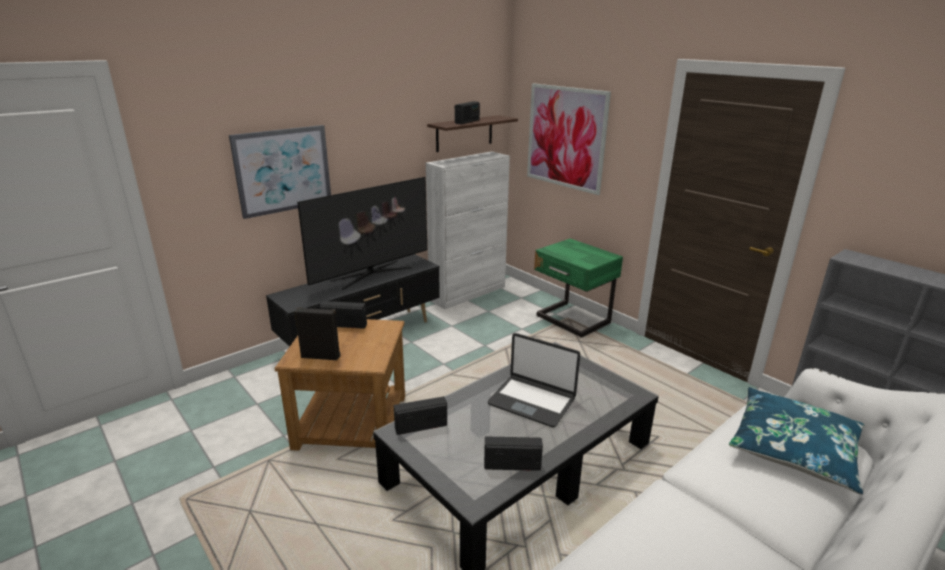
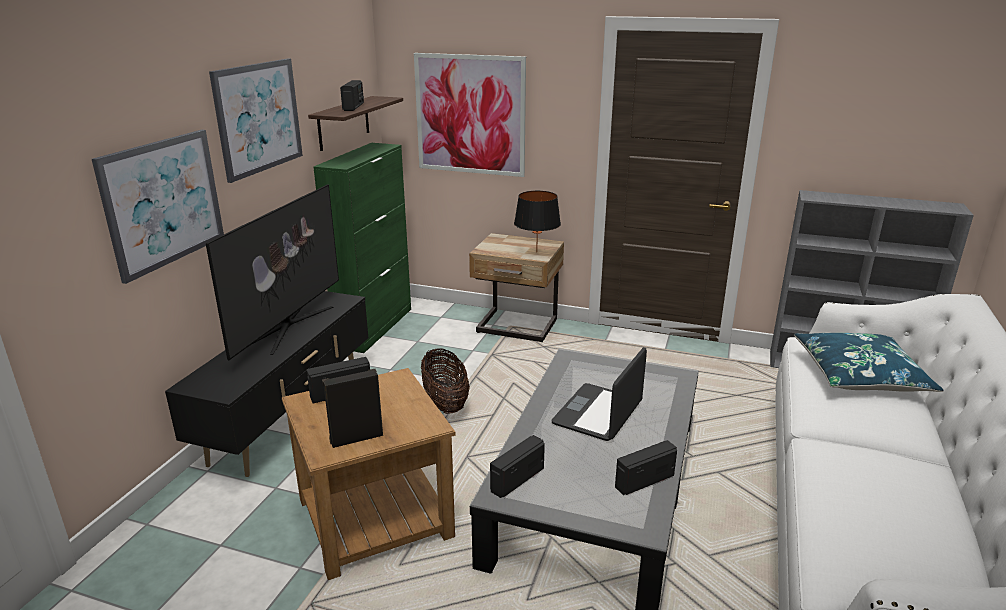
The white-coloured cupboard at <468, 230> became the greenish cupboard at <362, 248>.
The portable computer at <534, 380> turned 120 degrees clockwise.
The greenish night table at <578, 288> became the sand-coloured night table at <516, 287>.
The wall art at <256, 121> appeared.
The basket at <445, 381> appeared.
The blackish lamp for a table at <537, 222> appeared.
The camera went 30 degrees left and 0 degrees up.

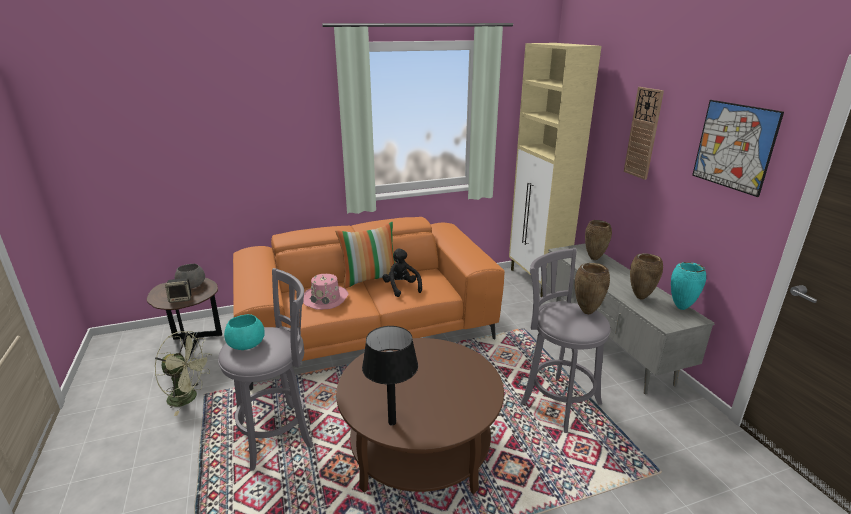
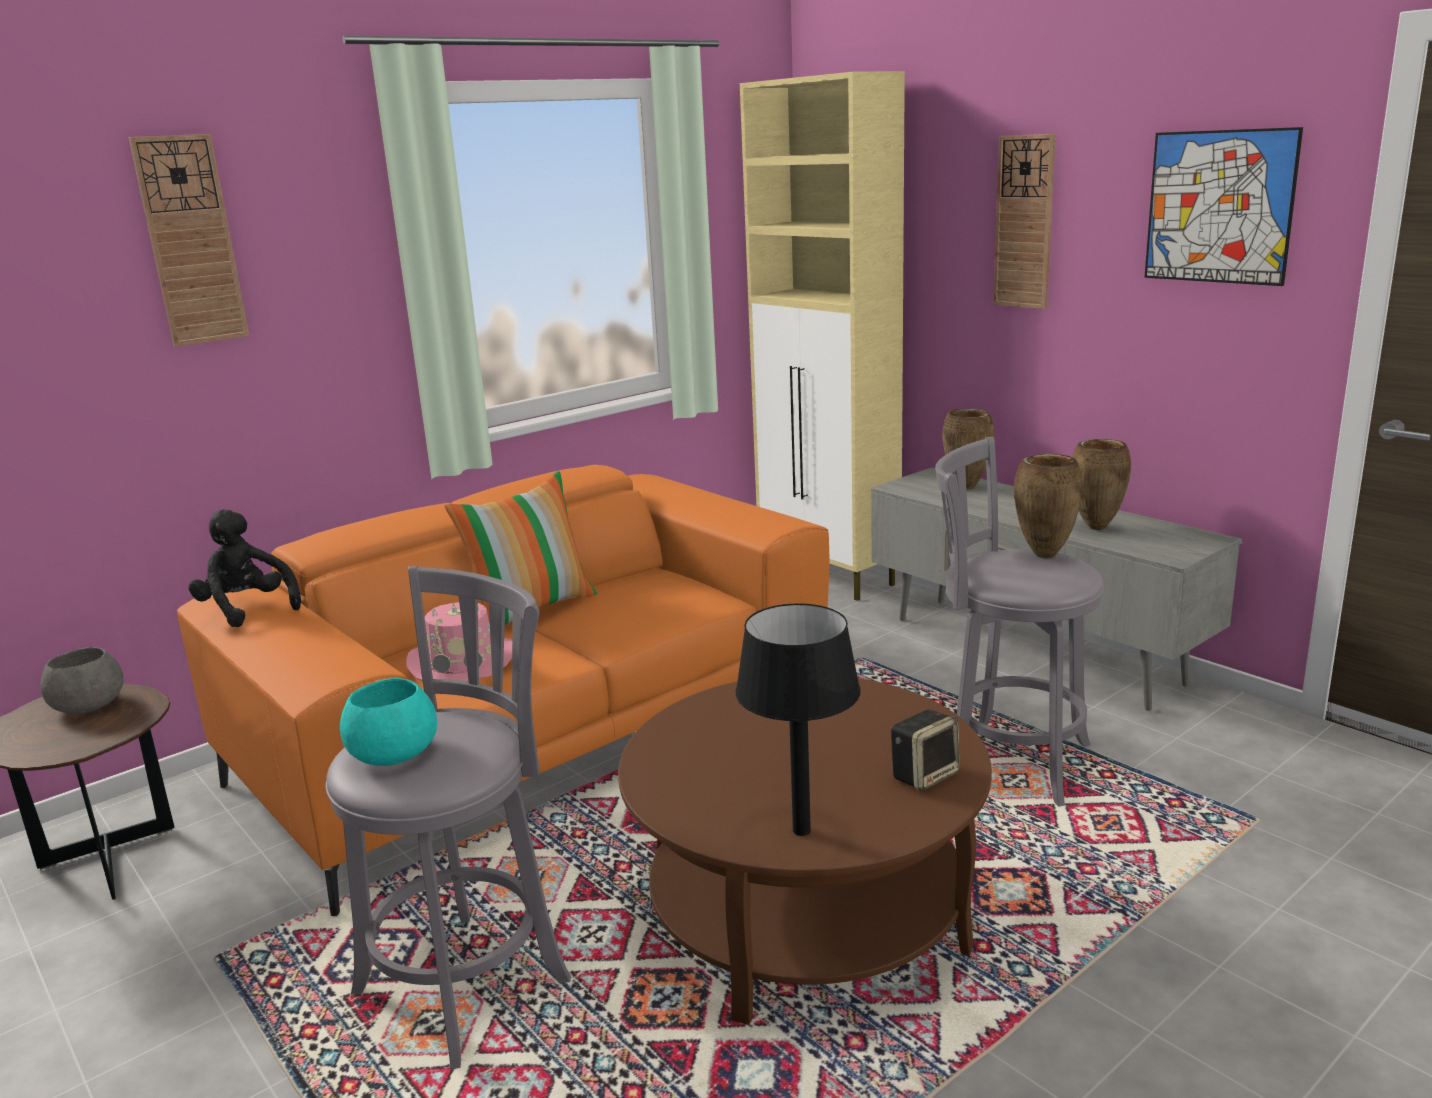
The greenish electric fan at <183, 373> disappeared.
The speaker moved from <178, 290> to <925, 750>.
The blackish plush toy moved from <402, 272> to <245, 568>.
The turquoise-coloured flower vase at <688, 286> disappeared.
The wall clock at <189, 240> appeared.
The camera went 20 degrees left and 5 degrees down.

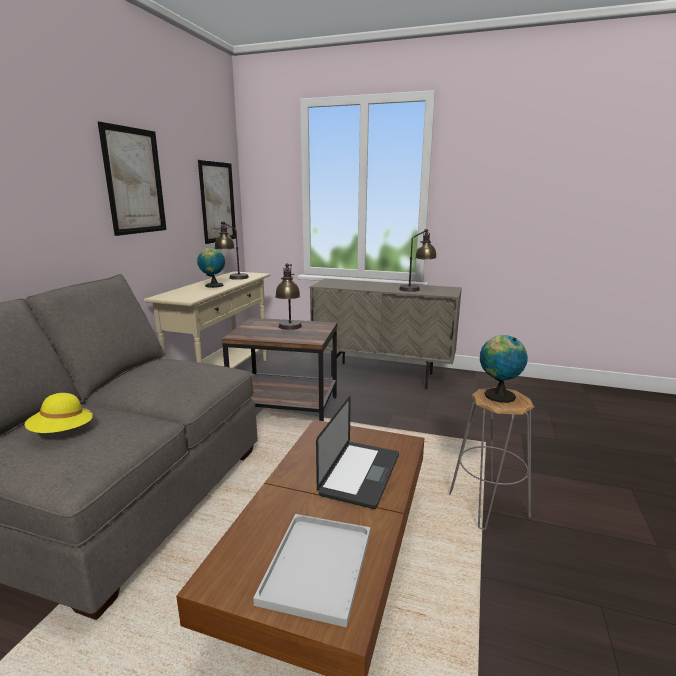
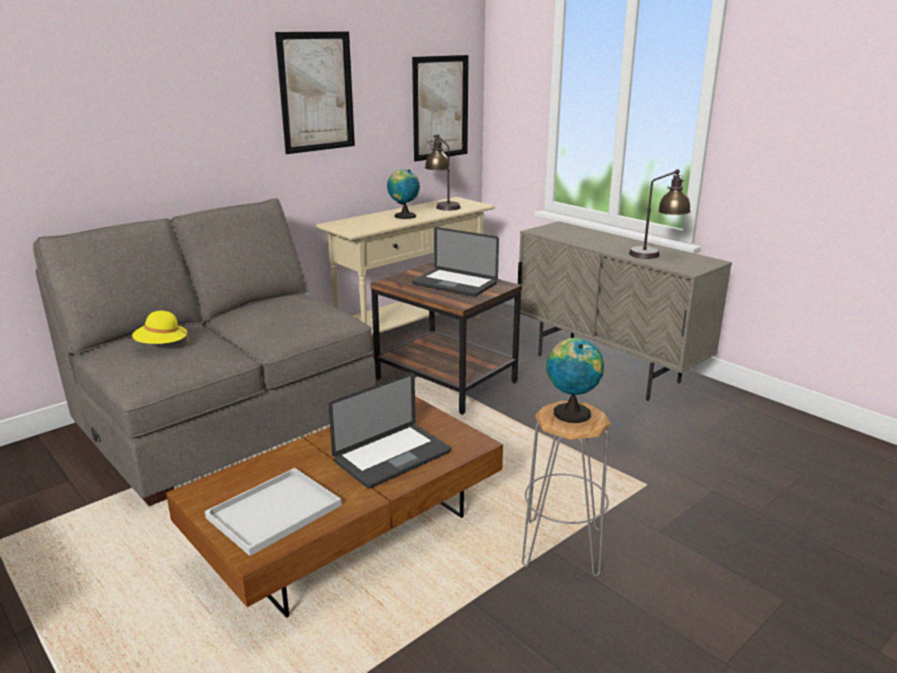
The lamp for a table at <288, 296> was replaced by the portable computer at <455, 262>.
The camera went 30 degrees right and 5 degrees up.

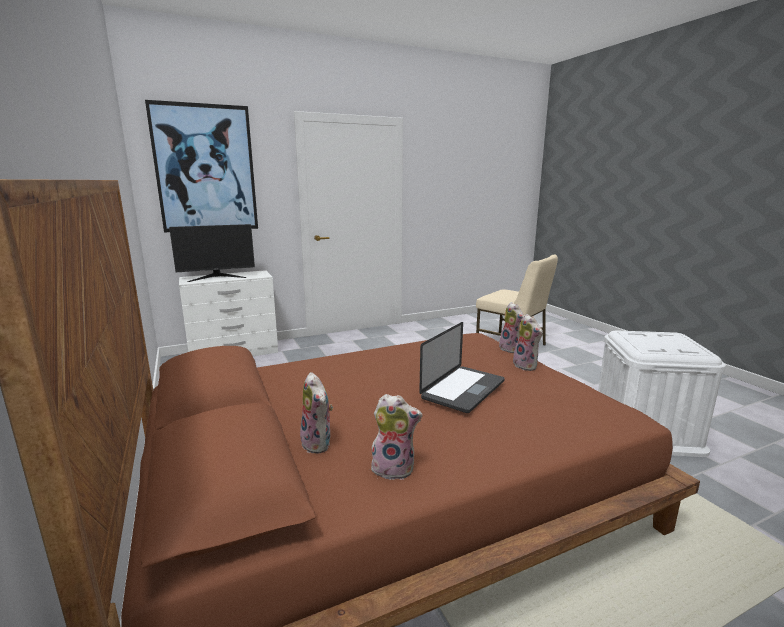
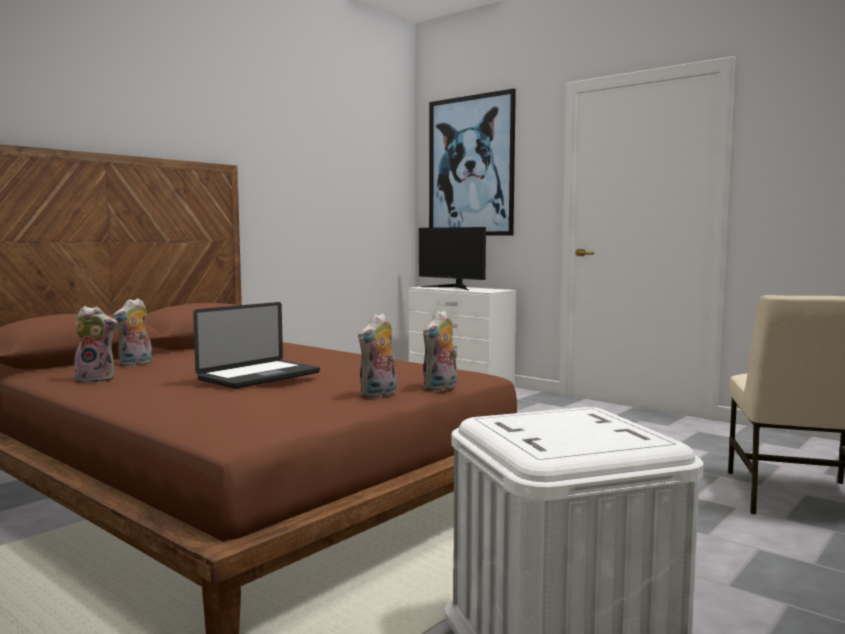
The plush toy at <396, 437> turned 75 degrees counterclockwise.
The portable computer at <462, 367> turned 60 degrees counterclockwise.
The camera went 65 degrees right and 10 degrees down.

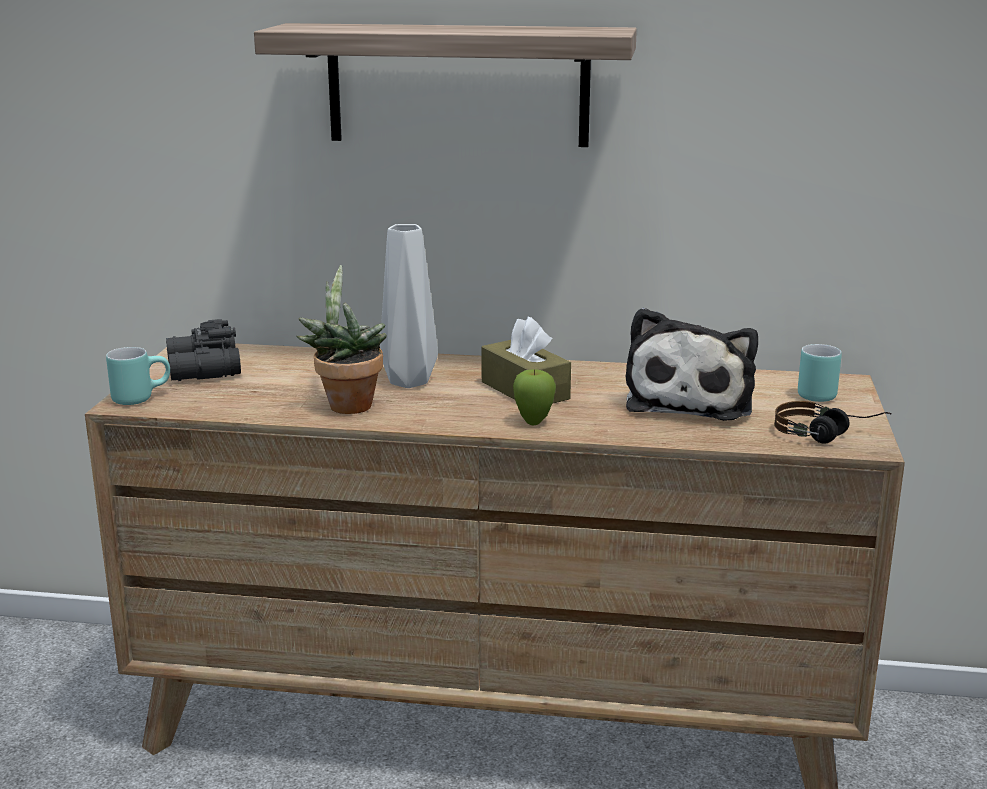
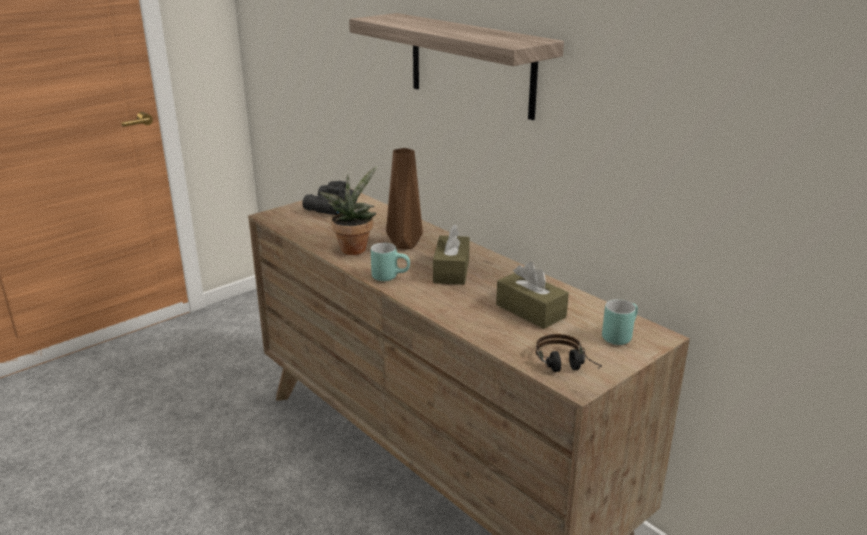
The turquoise-coloured mug moved from <138, 376> to <390, 262>.
The greyish flower vase at <409, 306> became the brown-coloured flower vase at <404, 198>.
The apple at <534, 397> disappeared.
The plush toy at <692, 364> was replaced by the brown-coloured tissue box at <532, 295>.
The camera went 40 degrees right and 5 degrees up.

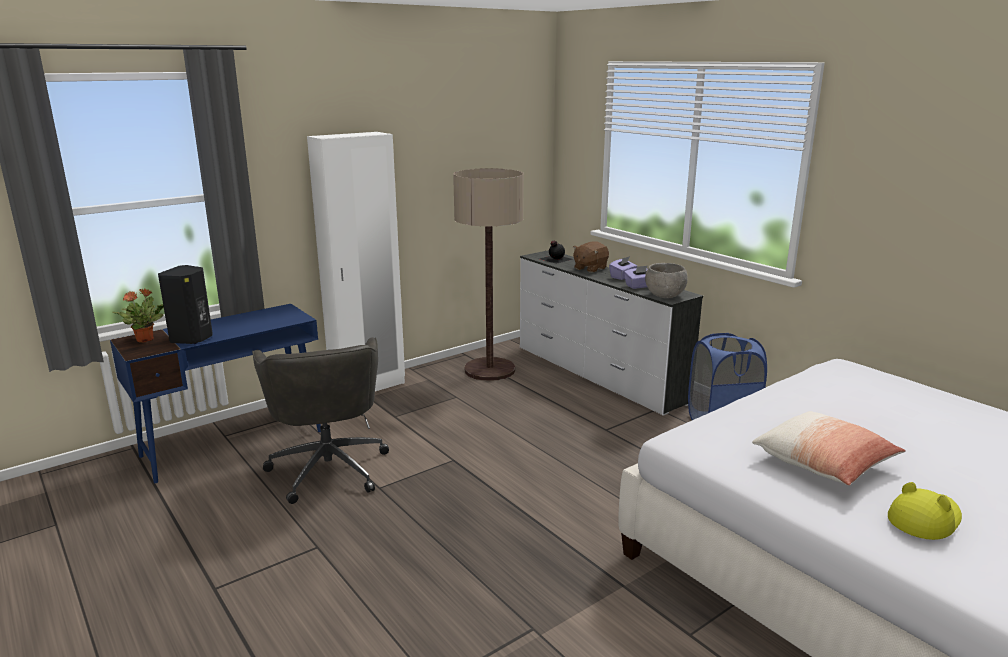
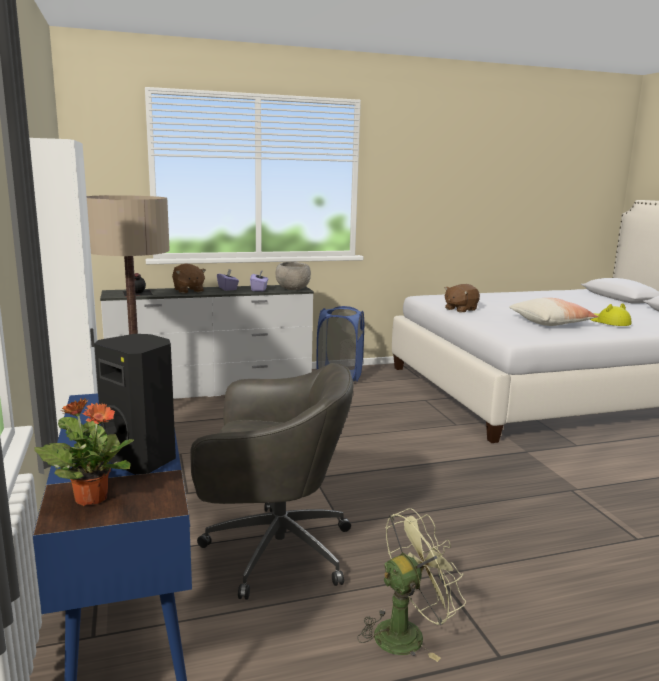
The greenish electric fan at <411, 585> appeared.
The brown-coloured plush toy at <462, 298> appeared.
The camera went 70 degrees left and 5 degrees down.

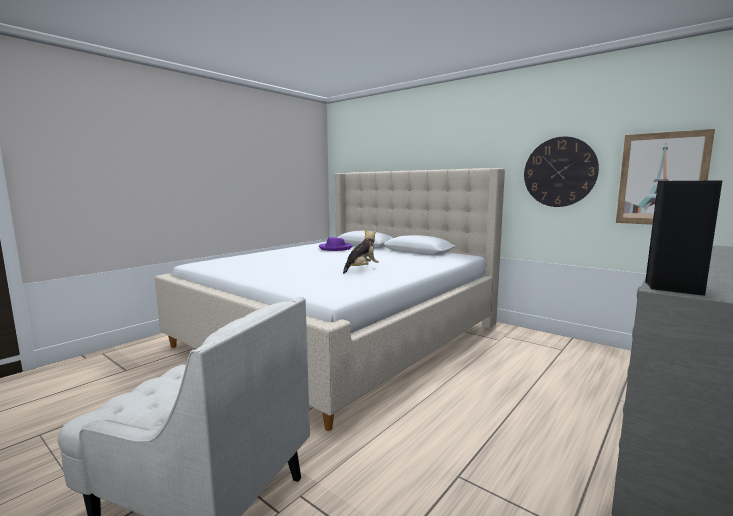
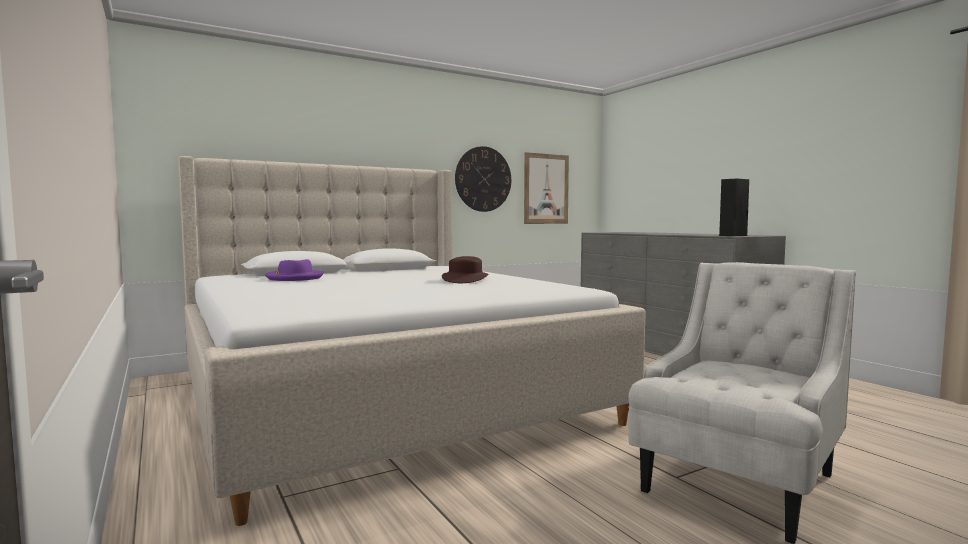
The plush toy at <361, 252> was replaced by the brown-coloured wearable hat at <465, 269>.
The camera went 70 degrees left and 5 degrees down.

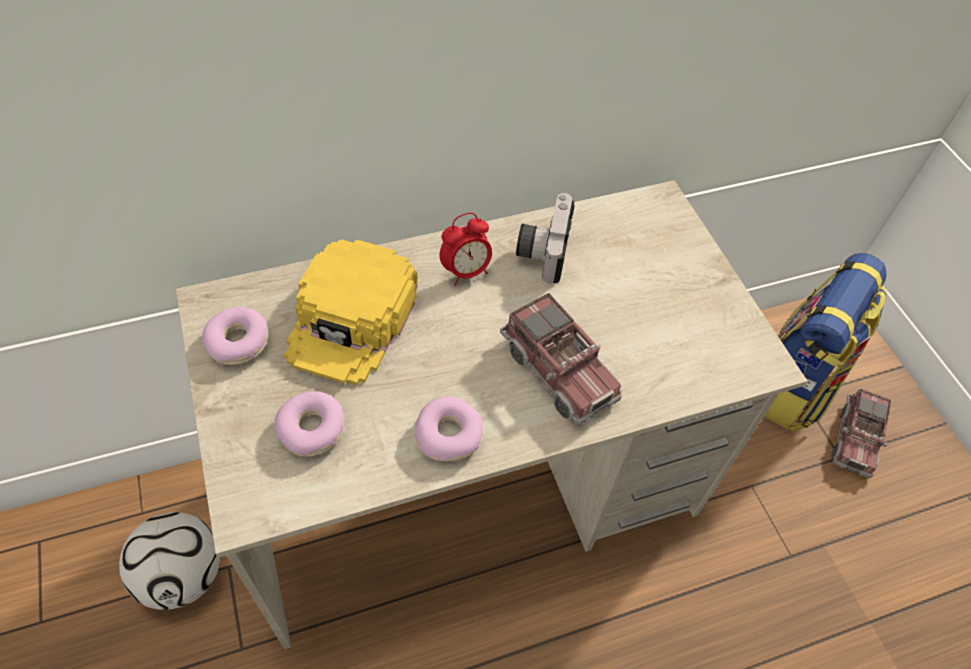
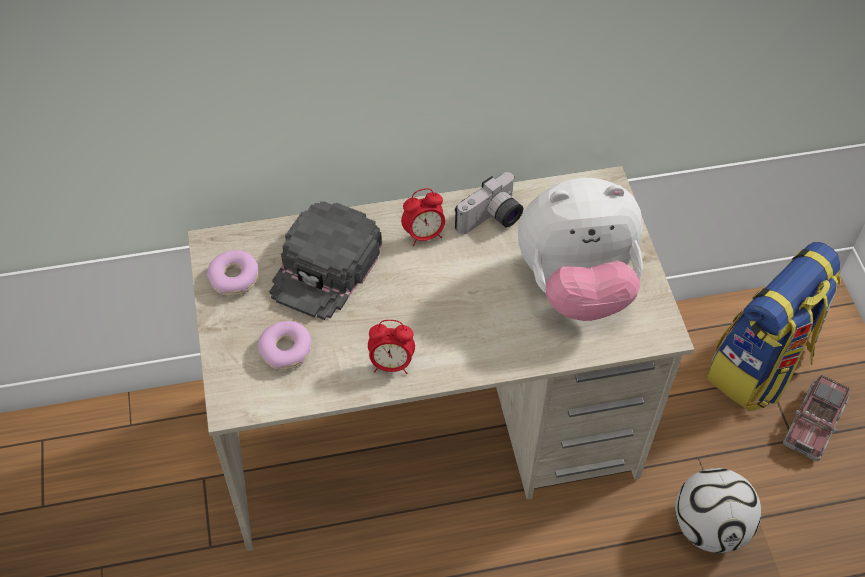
The ball for football moved from <169, 561> to <718, 510>.
The yellow cap at <350, 312> became the blackish cap at <325, 260>.
The ring doughnut at <449, 429> was replaced by the bedside clock at <391, 347>.
The toy truck at <561, 359> disappeared.
The photo camera at <545, 238> turned 150 degrees counterclockwise.
The plush toy at <580, 249> appeared.
The camera went 10 degrees right and 0 degrees up.

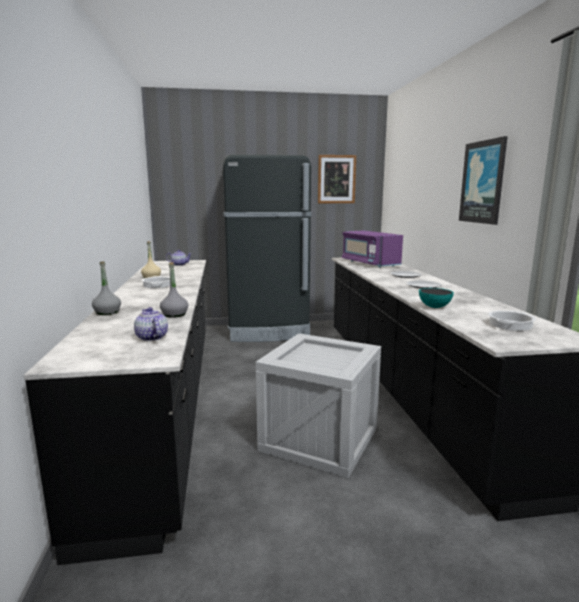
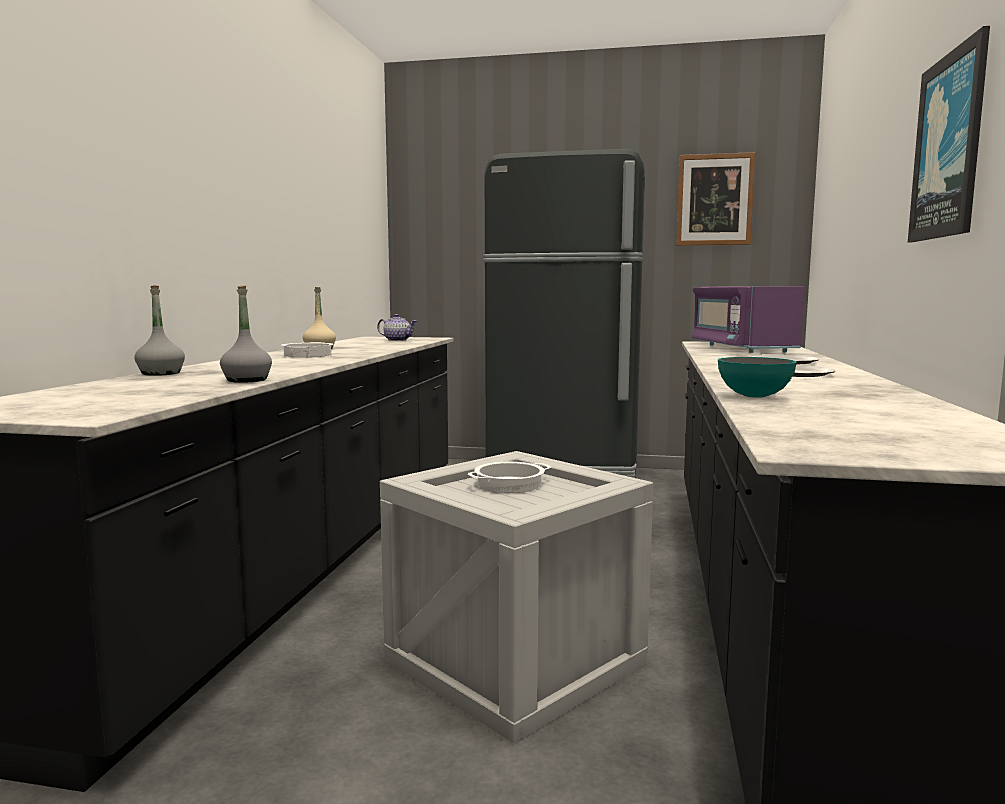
The tea pot at <151, 324> disappeared.
The cooking pot moved from <512, 320> to <509, 477>.
The camera went 20 degrees right and 5 degrees down.

